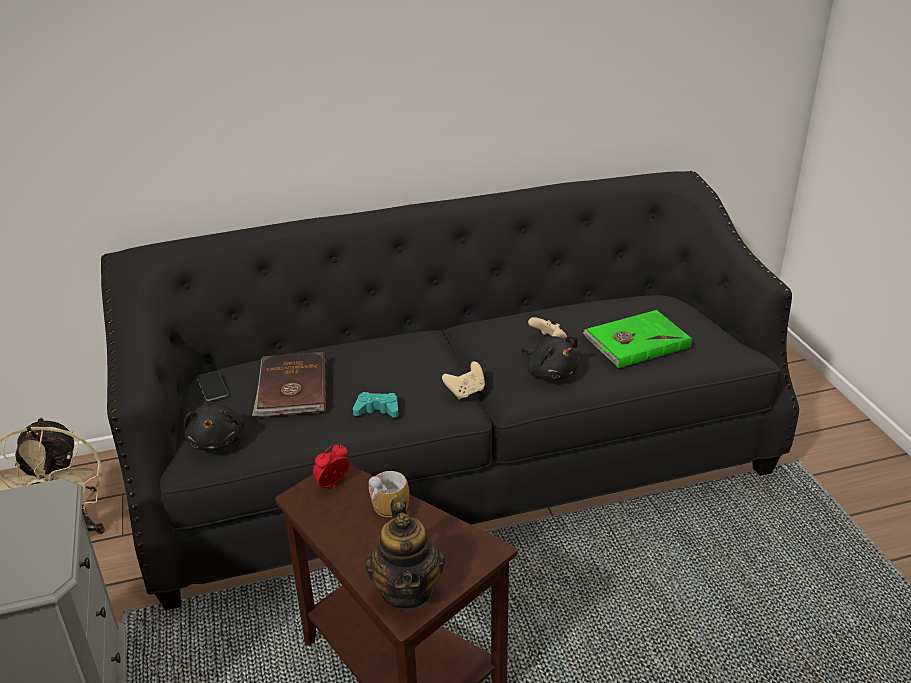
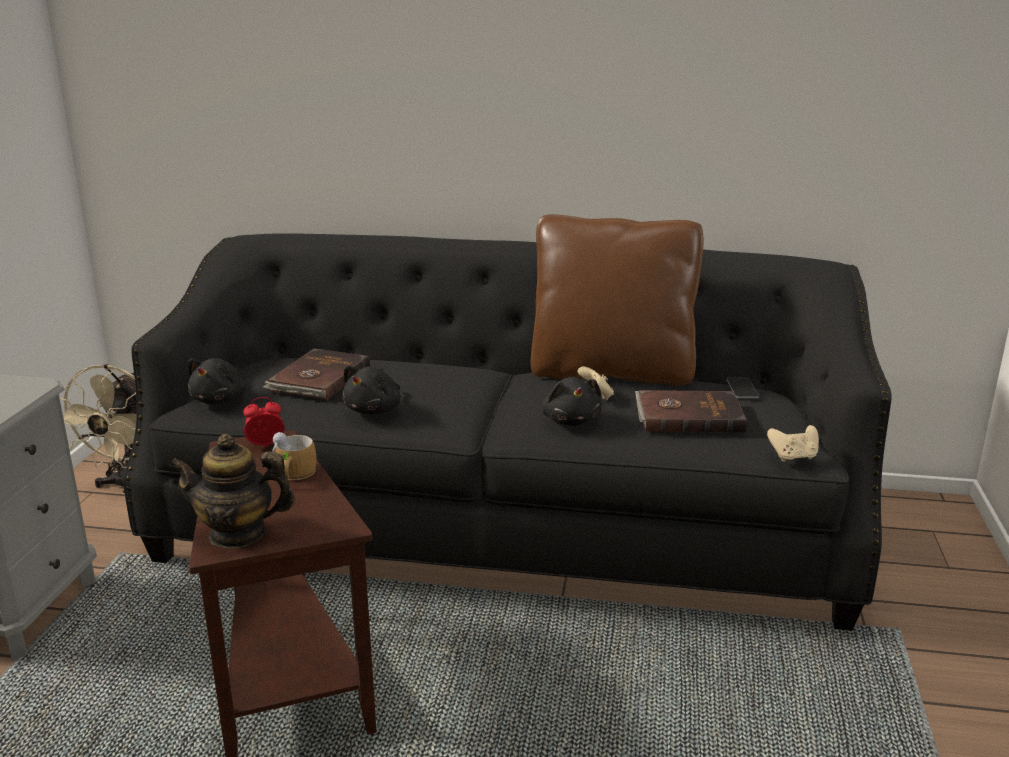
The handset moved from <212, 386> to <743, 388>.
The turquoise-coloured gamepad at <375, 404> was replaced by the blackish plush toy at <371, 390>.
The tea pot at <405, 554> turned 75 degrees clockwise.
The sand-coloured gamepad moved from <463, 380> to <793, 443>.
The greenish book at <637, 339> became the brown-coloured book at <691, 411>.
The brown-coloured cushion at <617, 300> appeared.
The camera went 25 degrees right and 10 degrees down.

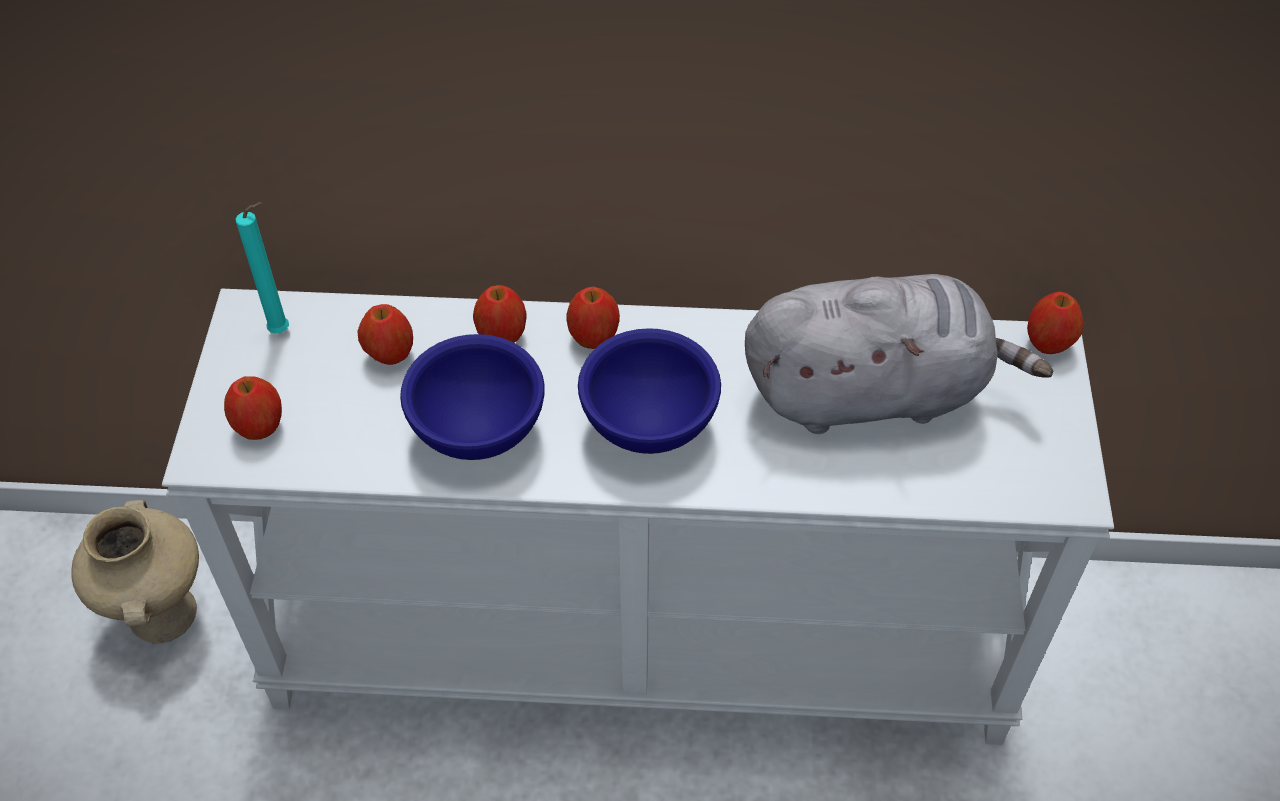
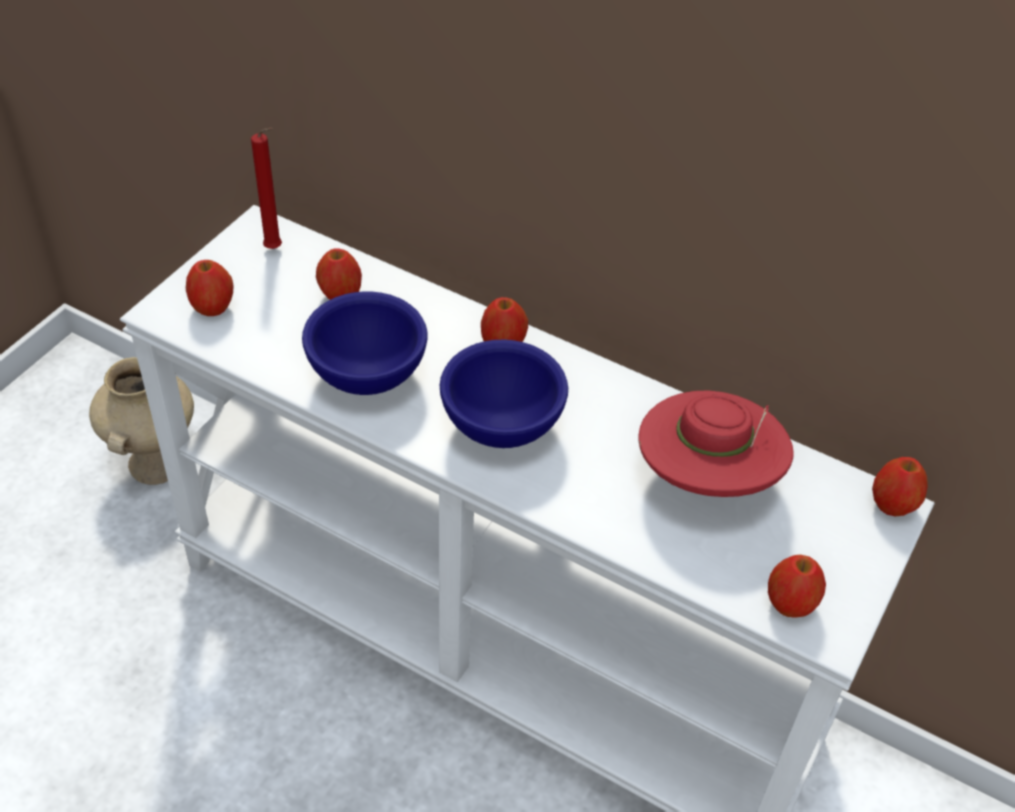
The turquoise-coloured candle at <262, 268> became the red candle at <266, 188>.
The apple moved from <499, 314> to <797, 586>.
The greyish plush toy at <899, 354> was replaced by the red wearable hat at <716, 443>.
The camera went 25 degrees right and 5 degrees down.

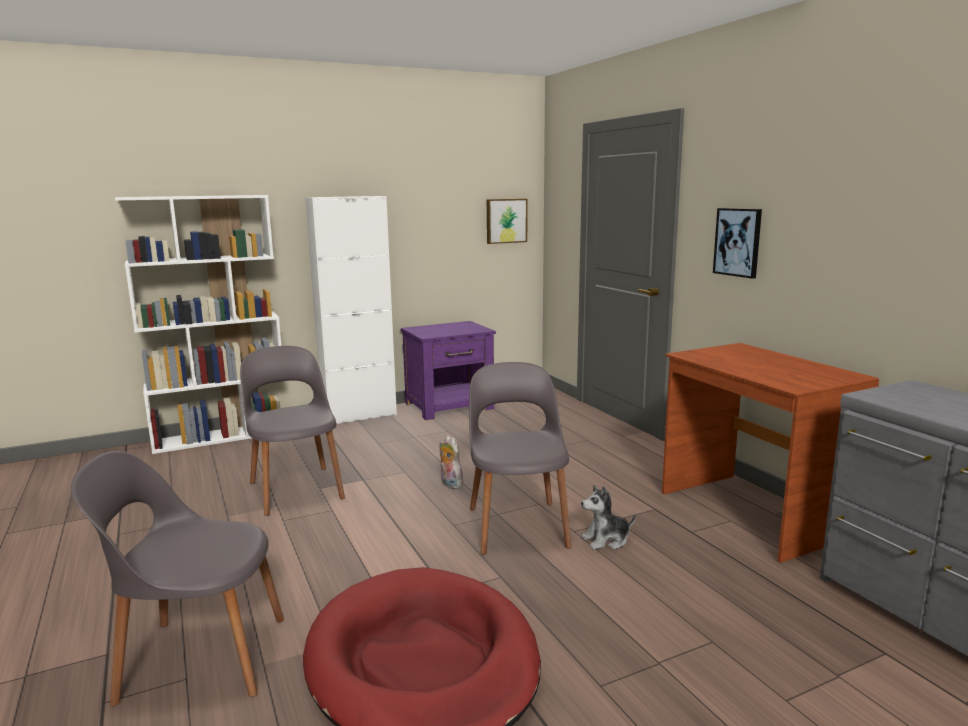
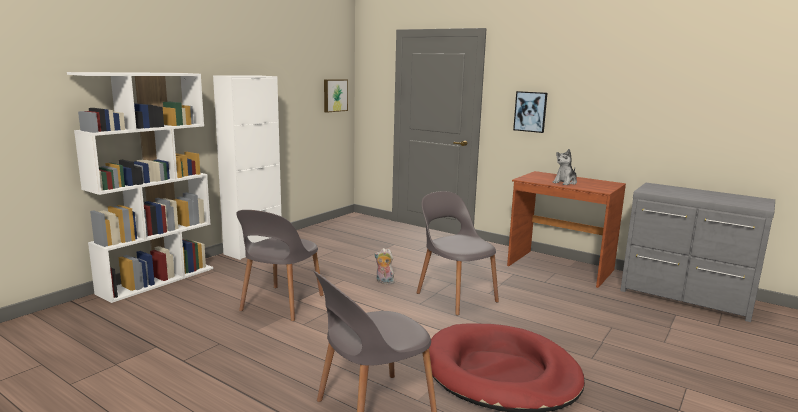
The greyish plain chair at <292, 431> turned 105 degrees counterclockwise.
The purple night table at <448, 370> disappeared.
The plush toy moved from <608, 517> to <565, 167>.
The camera went 30 degrees left and 0 degrees up.

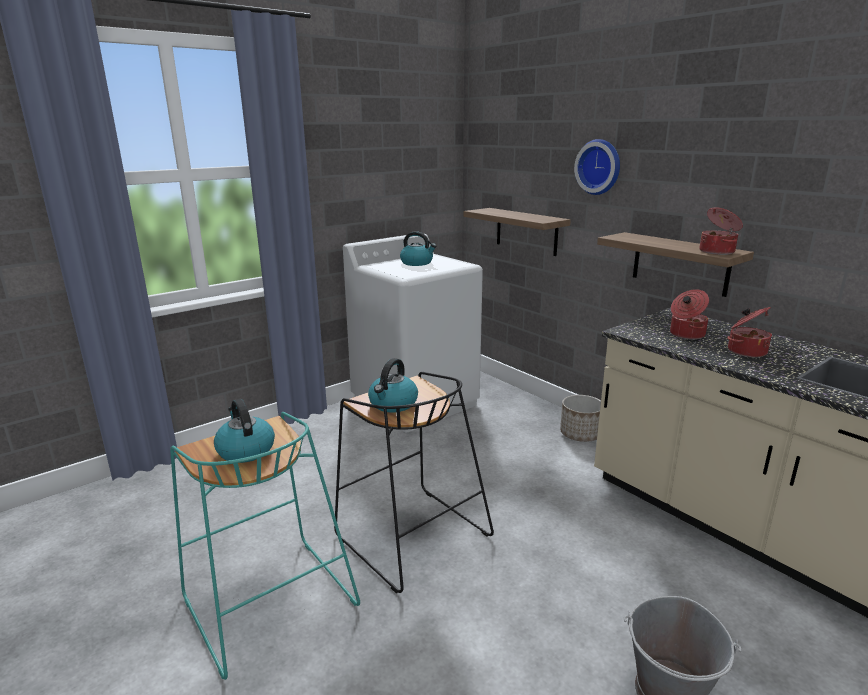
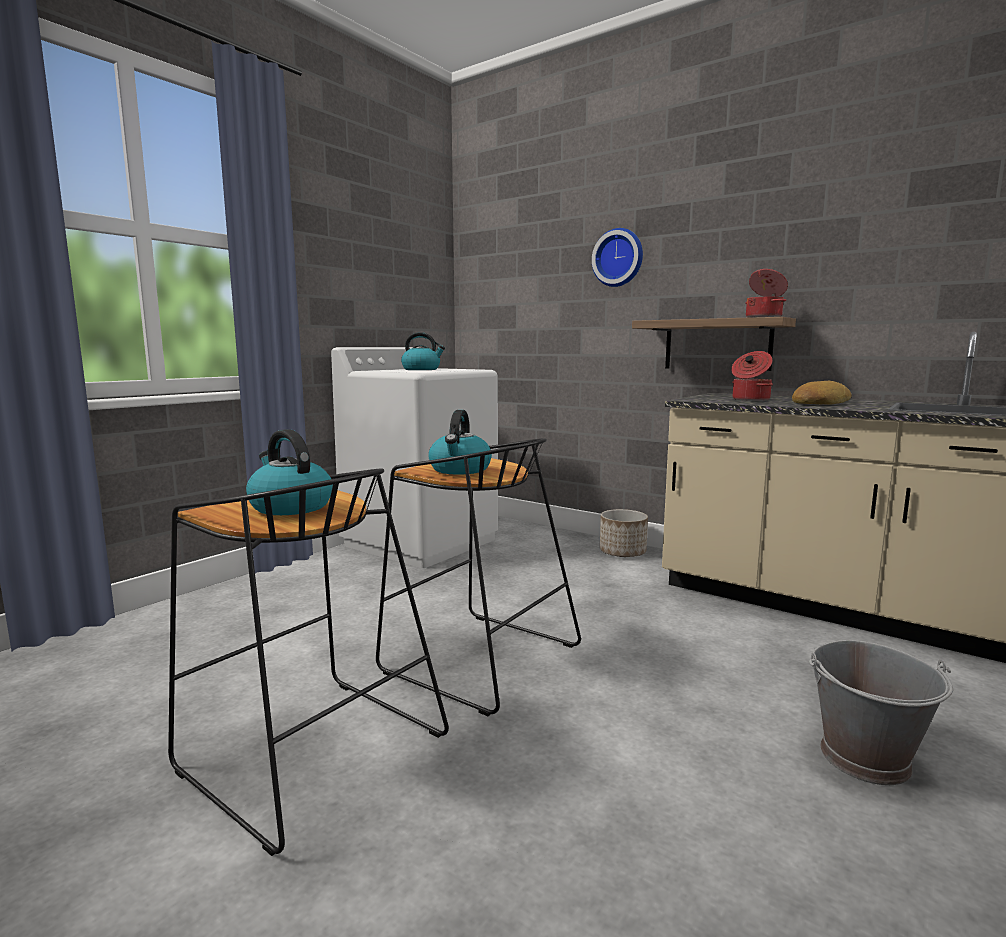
The turquoise-coloured stool seat at <265, 546> became the blackish stool seat at <308, 662>.
The wall shelf at <517, 232> disappeared.
The cooking pot at <749, 332> was replaced by the bakery bread at <822, 393>.
The camera went 15 degrees left and 10 degrees down.

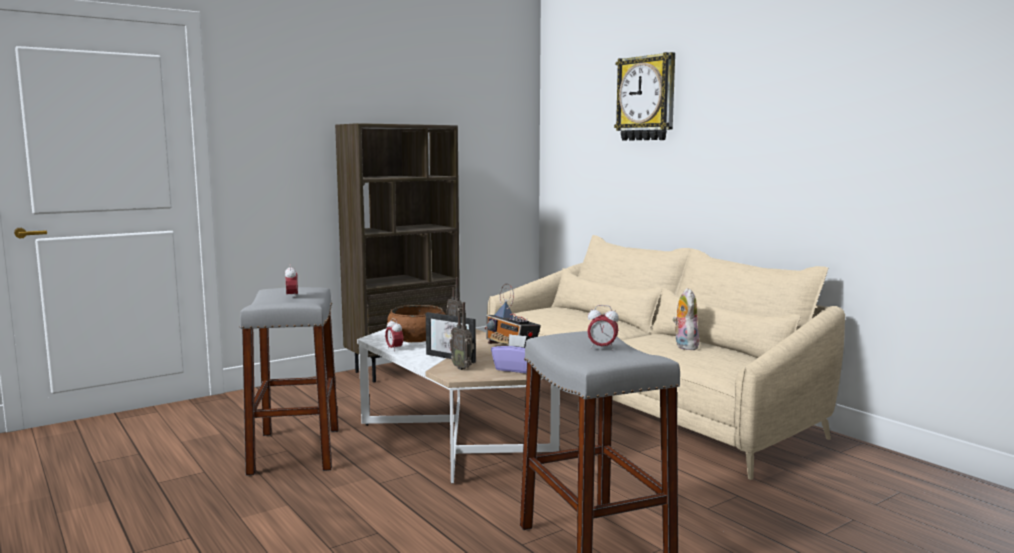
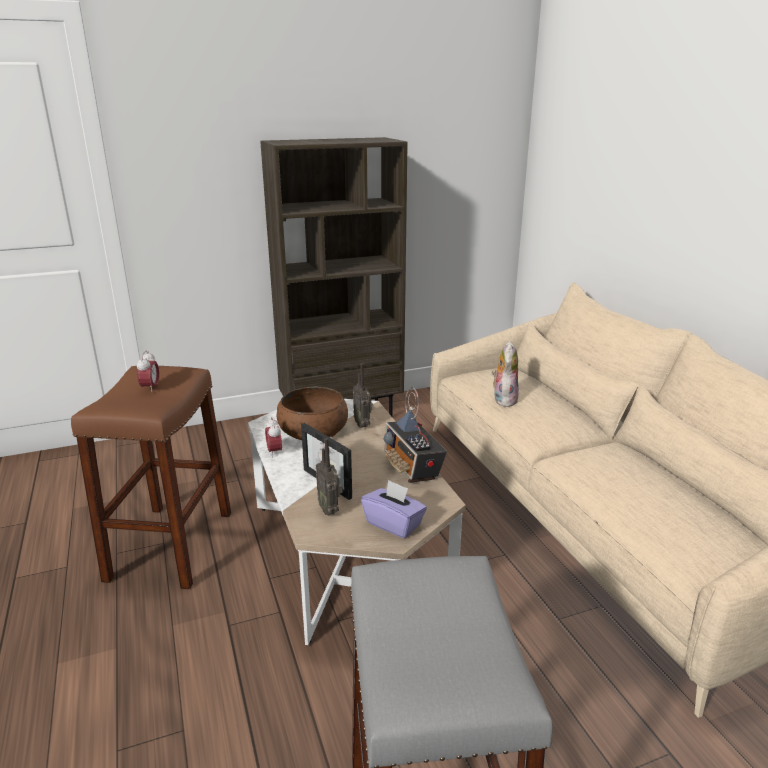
The greyish stool seat at <289, 381> became the brown-coloured stool seat at <151, 477>.
The bedside clock at <603, 327> disappeared.
The wall clock at <644, 96> disappeared.
The plush toy moved from <686, 319> to <505, 374>.
The camera went 15 degrees right and 15 degrees up.

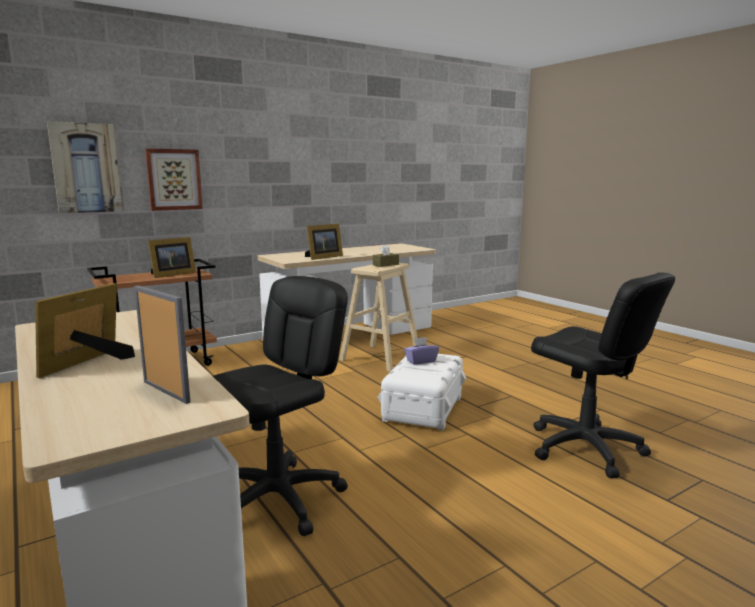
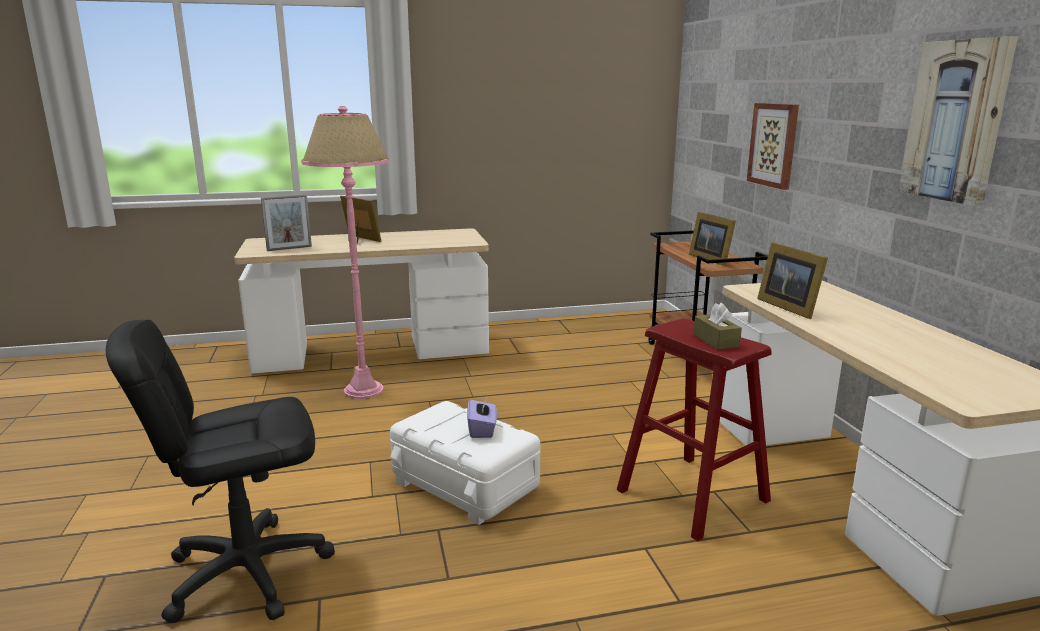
The wall art moved from <84, 167> to <958, 121>.
The blackish office chair at <280, 406> was replaced by the pink standard lamp at <345, 252>.
The sand-coloured stool seat at <378, 317> became the red stool seat at <694, 429>.
The camera went 110 degrees right and 5 degrees up.

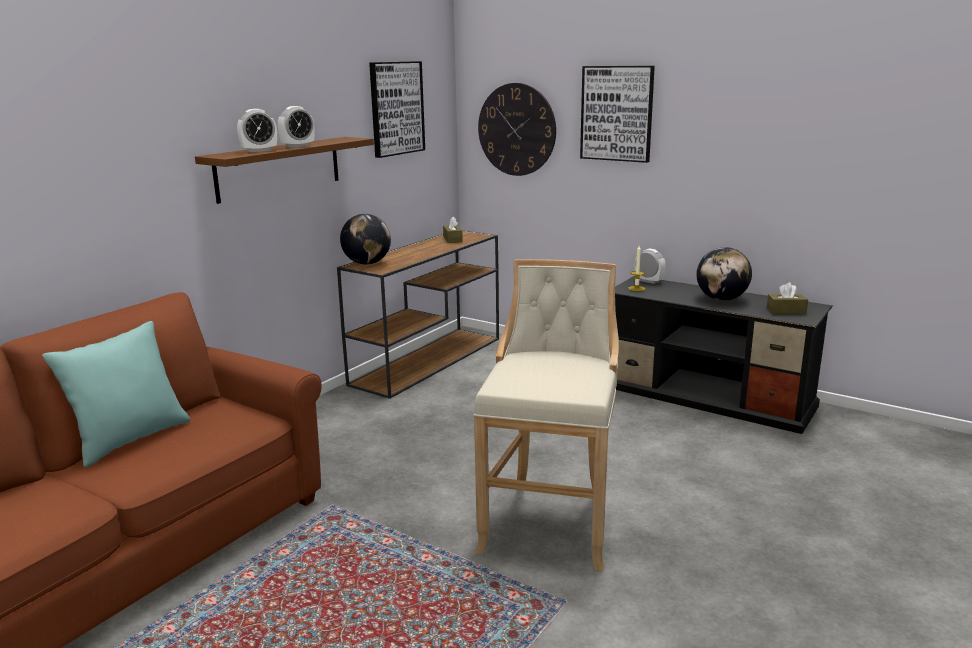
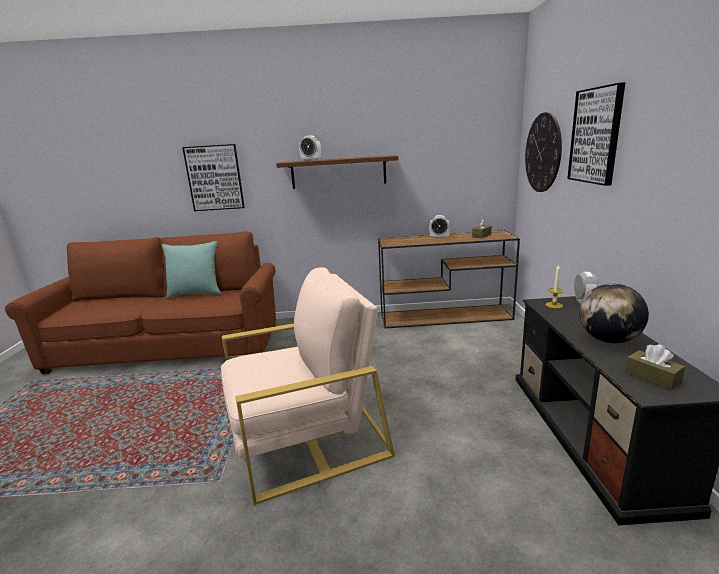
The bedside clock moved from <296, 127> to <439, 226>.
The globe at <365, 239> disappeared.
The wall art moved from <397, 109> to <213, 177>.
The sand-coloured stool seat at <546, 415> was replaced by the sand-coloured armchair at <308, 386>.
The camera went 55 degrees right and 0 degrees up.

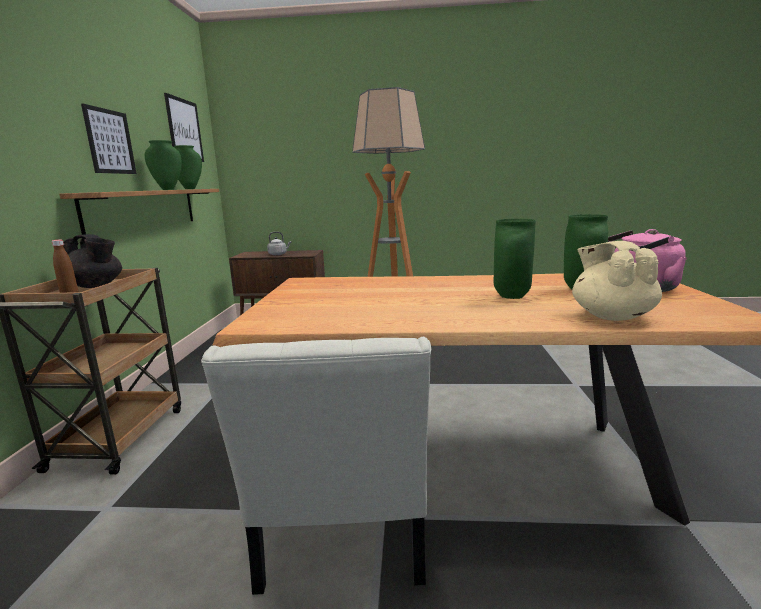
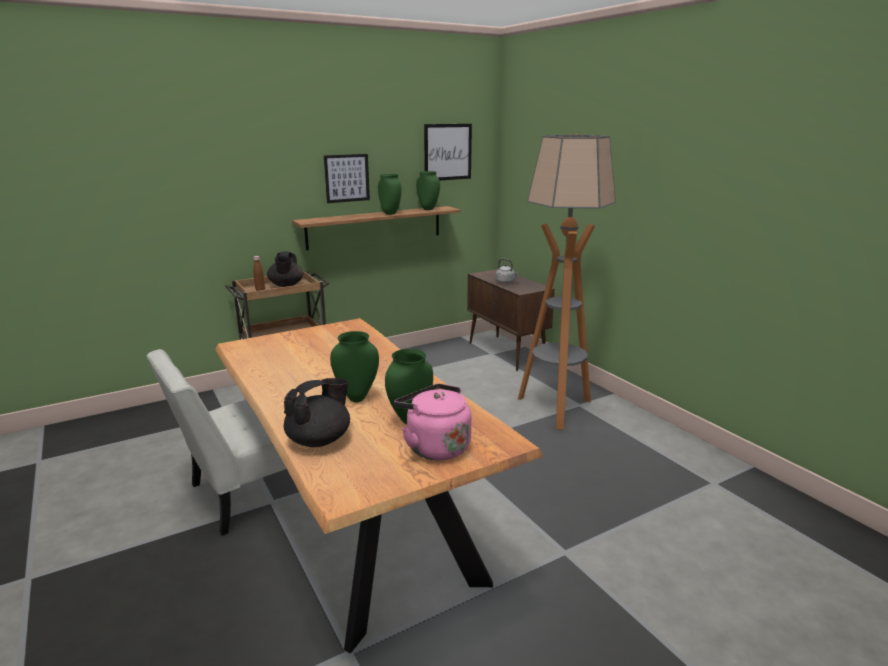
The sand-coloured tea pot at <617, 281> became the blackish tea pot at <317, 412>.
The camera went 55 degrees right and 5 degrees up.

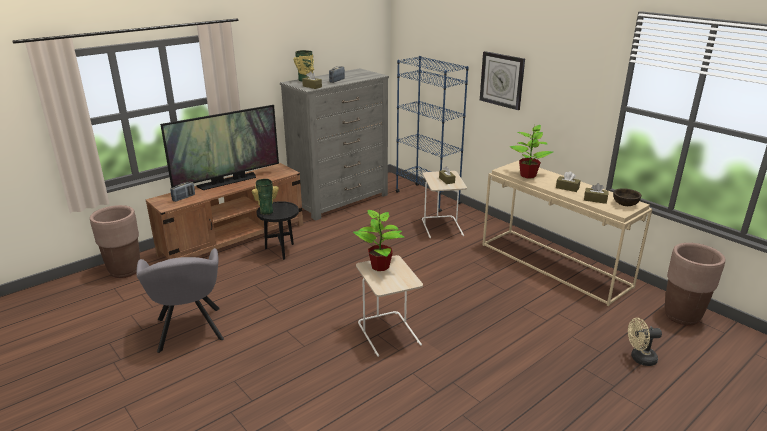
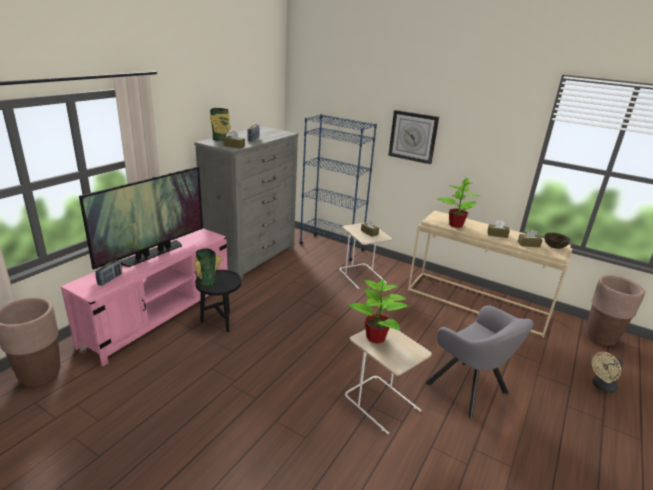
The greyish armchair moved from <180, 300> to <479, 362>.
The brown-coloured media console at <224, 211> became the pink media console at <144, 297>.
The camera went 20 degrees left and 0 degrees up.

